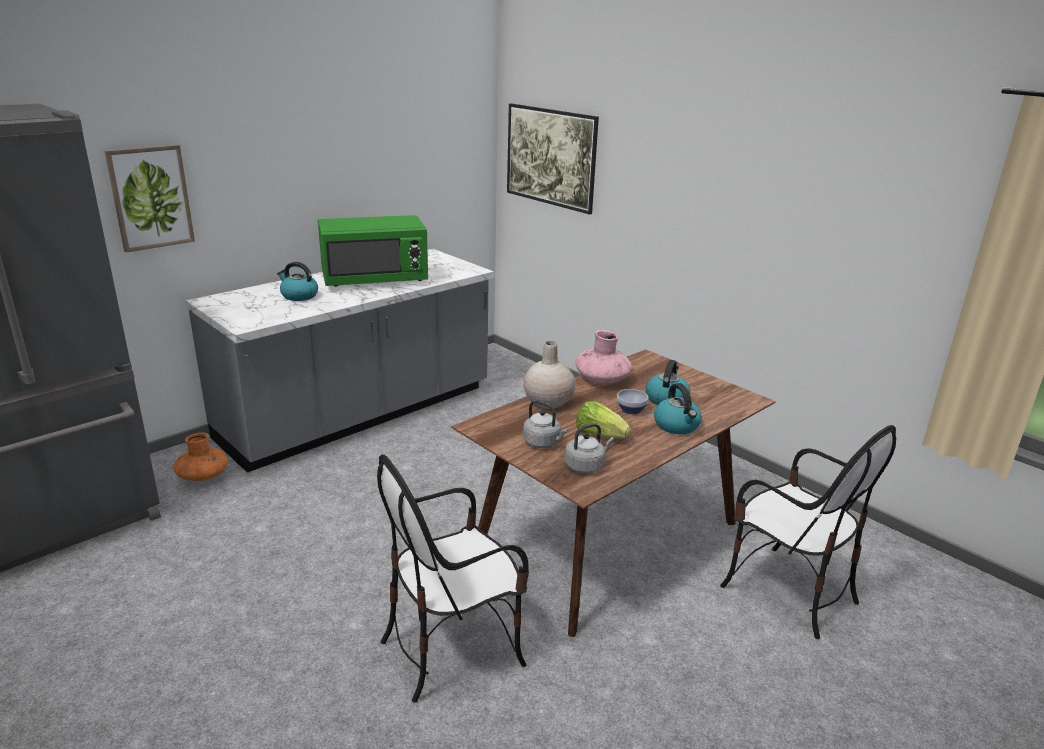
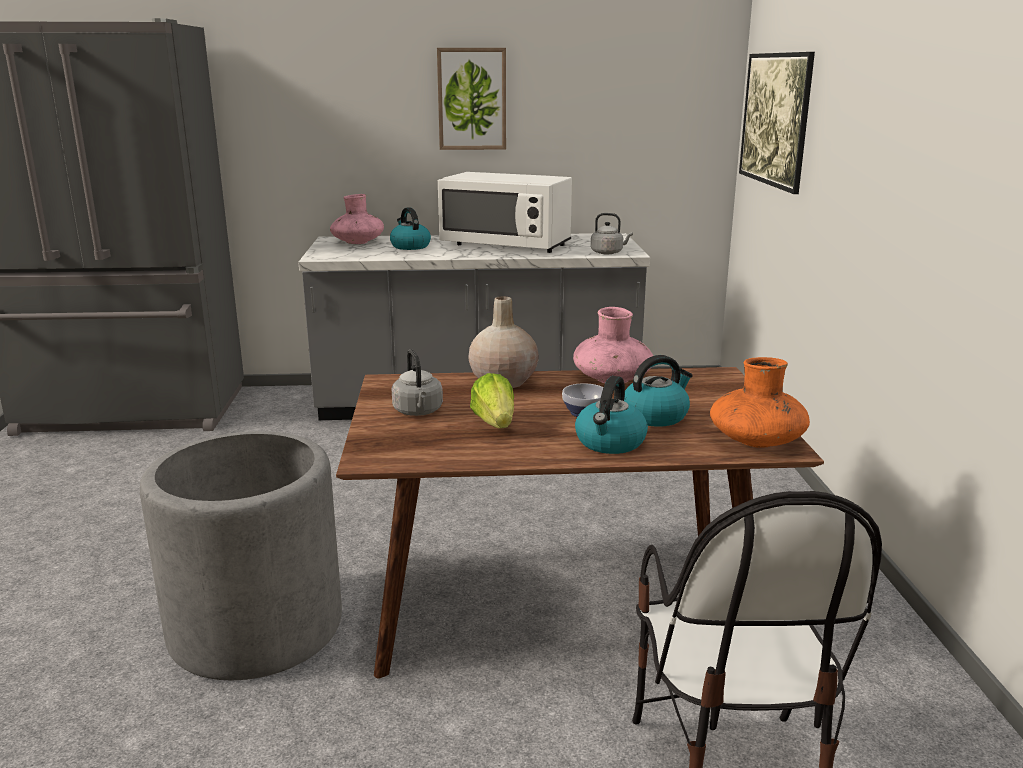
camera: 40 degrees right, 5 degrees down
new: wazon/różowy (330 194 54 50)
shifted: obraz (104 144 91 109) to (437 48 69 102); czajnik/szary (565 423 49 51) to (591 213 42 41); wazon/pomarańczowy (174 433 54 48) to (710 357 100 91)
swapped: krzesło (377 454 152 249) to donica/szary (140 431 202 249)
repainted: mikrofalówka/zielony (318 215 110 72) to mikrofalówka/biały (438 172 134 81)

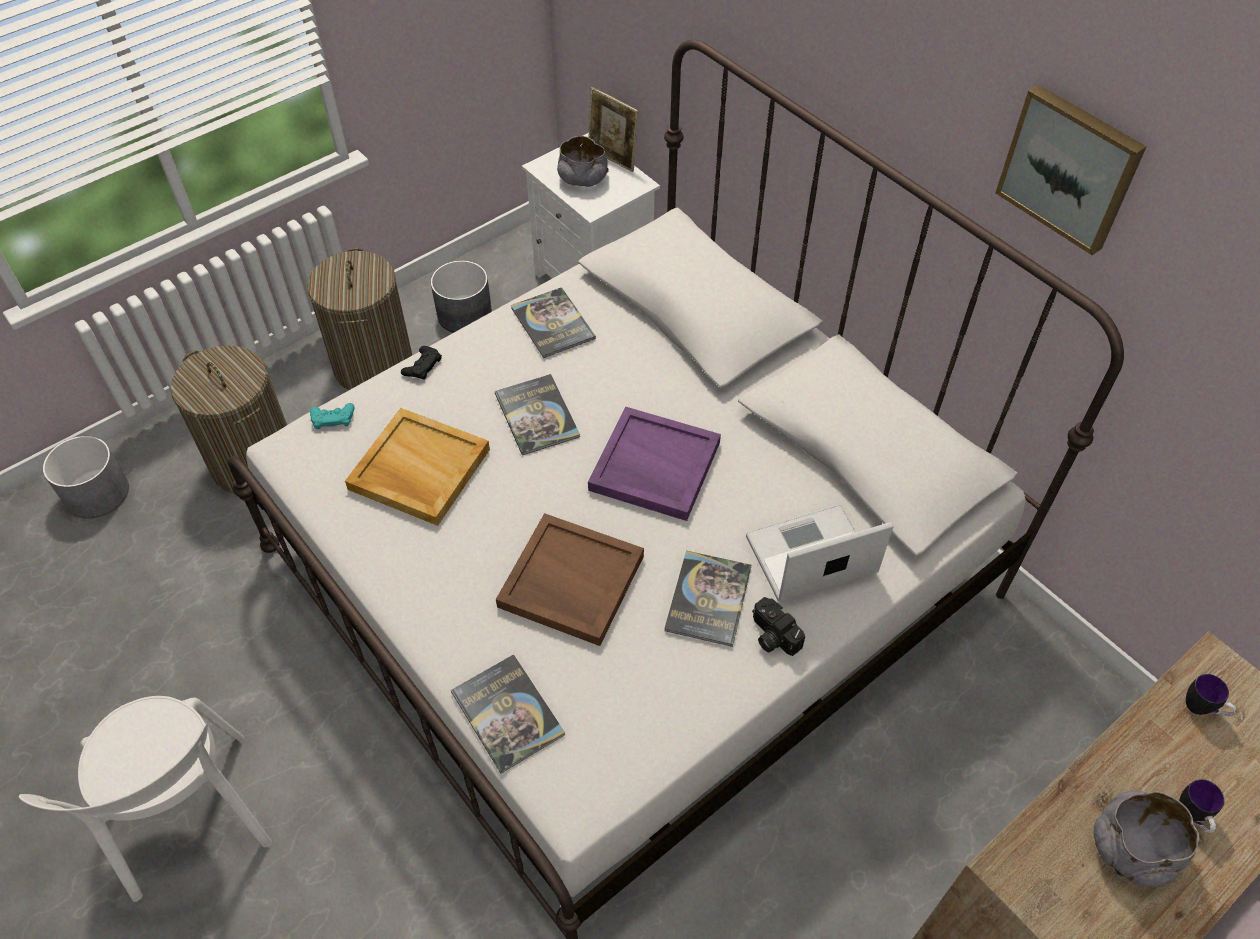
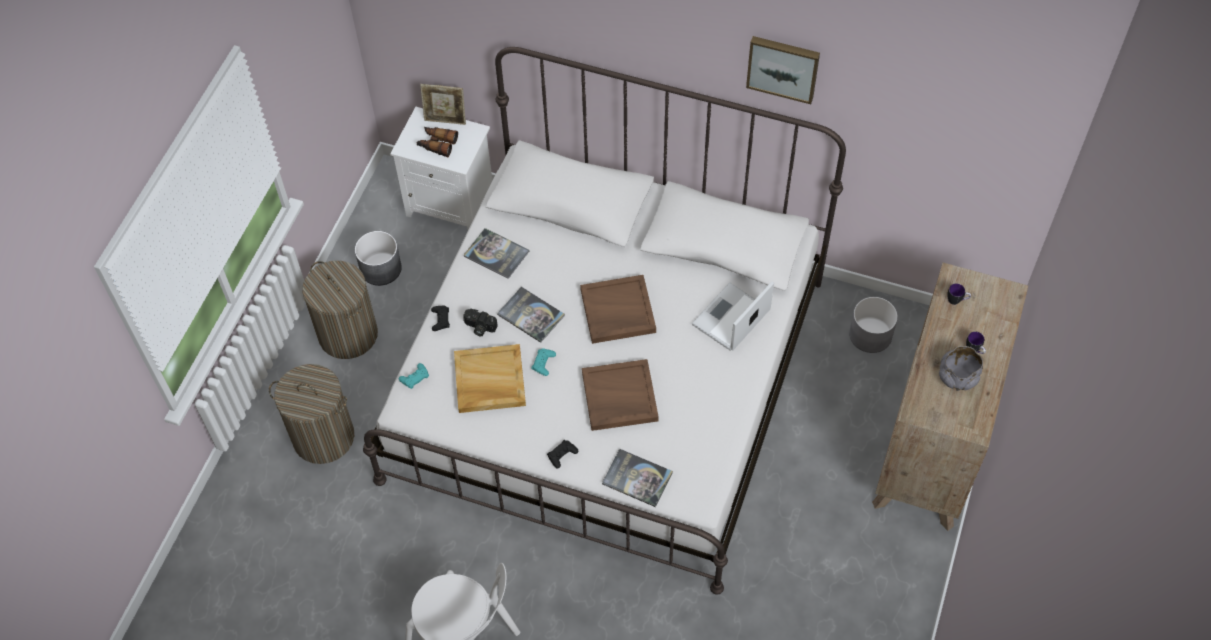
camera: 30 degrees left, 5 degrees up
gone: książka (664 551 88 96)
new: pad do gier/turkusowy (531 348 25 28); pad do gier/czarny (547 440 31 28)
shifted: donica/szary (43 436 86 82) to (849 297 49 56); aparat fotograficzny (752 597 53 59) to (463 309 35 27)
swapped: miska/szary (557 136 52 51) to lornetka (417 127 41 30)
repainted: taca/fioletowy (588 407 133 114) to taca/brązowy (580 275 76 69)

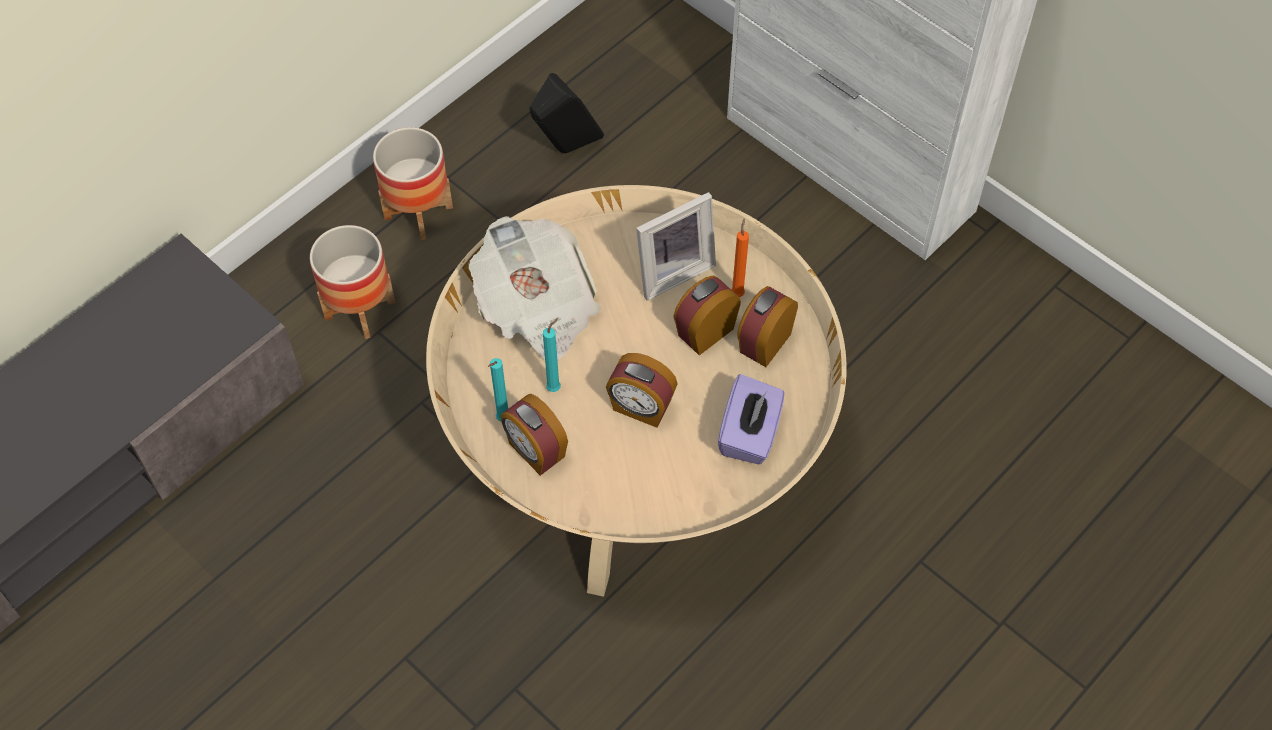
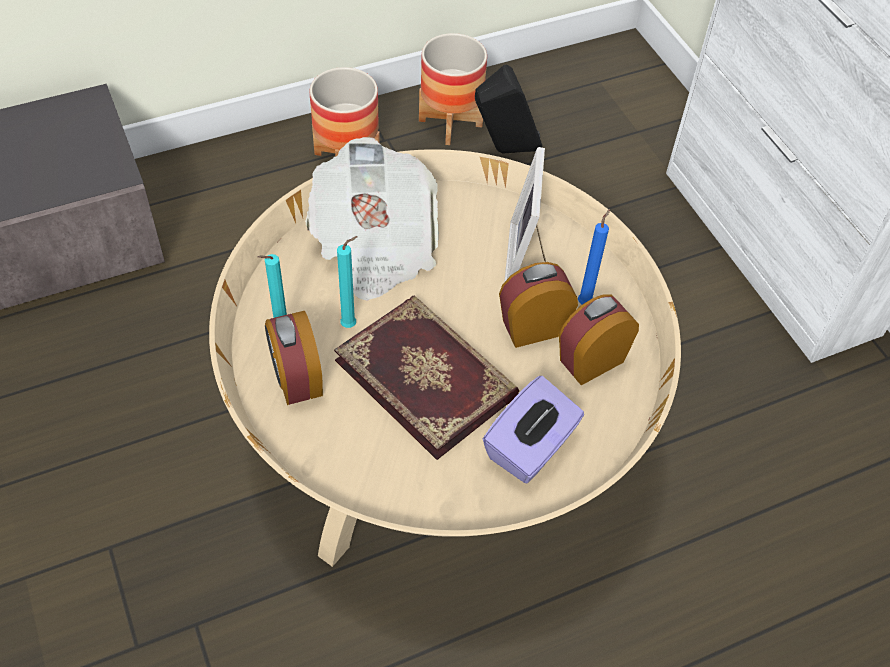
camera: 20 degrees right, 5 degrees down
shifted: donica (310 225 85 114) to (419 33 68 112)
swapped: budzik (606 353 71 75) to książka (334 295 185 165)
repainted: świeca/pomarańczowy (731 219 18 78) to świeca/niebieski (578 209 32 96)
rotated: ramka na zdjęcie (636 192 80 109) = (504 147 42 135) 105 degrees clockwise

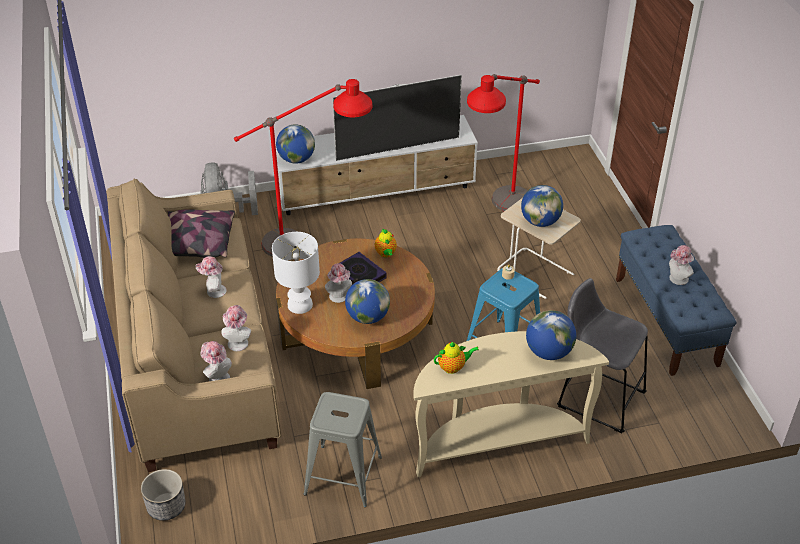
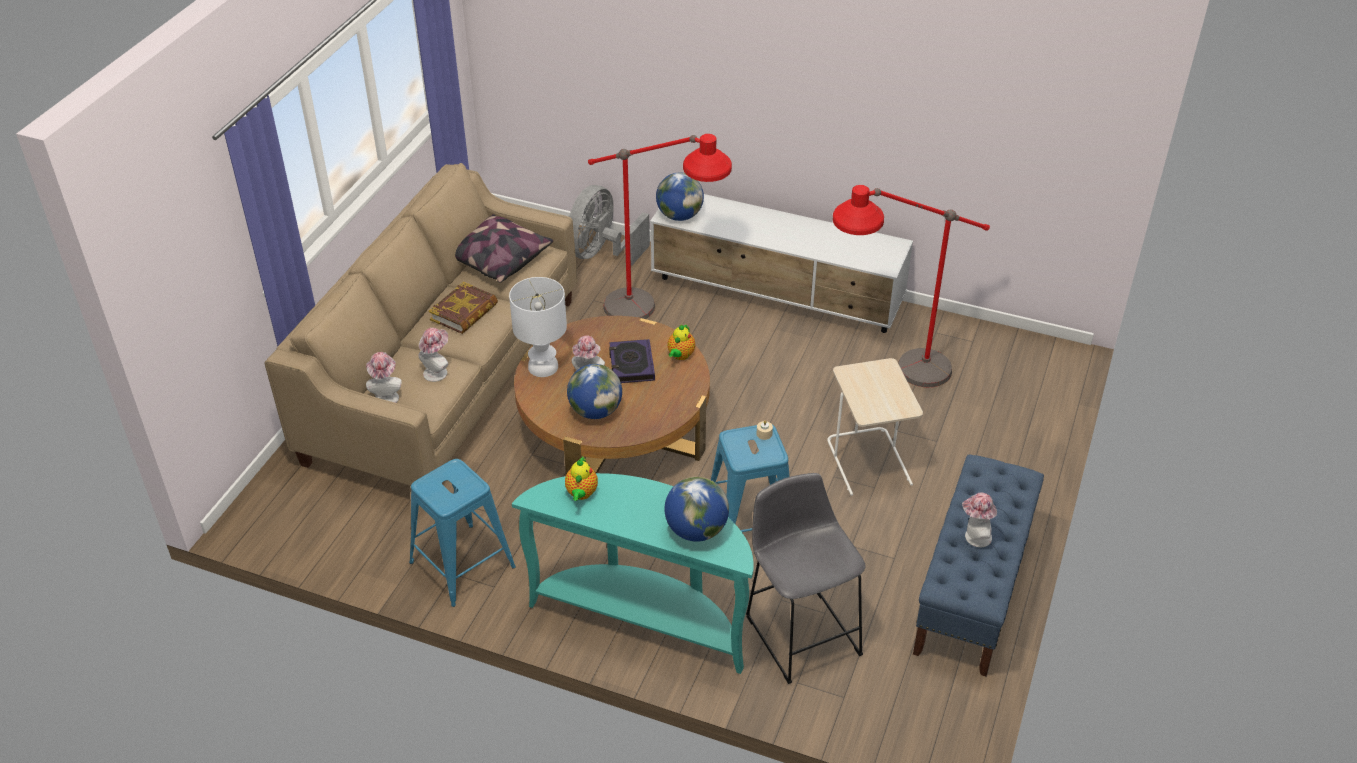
camera: 35 degrees right, 0 degrees up
gone: telewizor (333 75 129 86); globus (521 185 42 42); donica (141 469 45 52)
swapped: kapelusz (196 256 31 42) to książka (429 282 69 52)
repainted: stolik konsolowy/beżowy (413 331 196 146) to stolik konsolowy/turkusowy (512 473 242 201); stołek/szary (304 392 78 115) to stołek/niebieski (409 459 107 148)
rotated: imbryk (434 342 45 32) = (565 457 33 44) 75 degrees clockwise

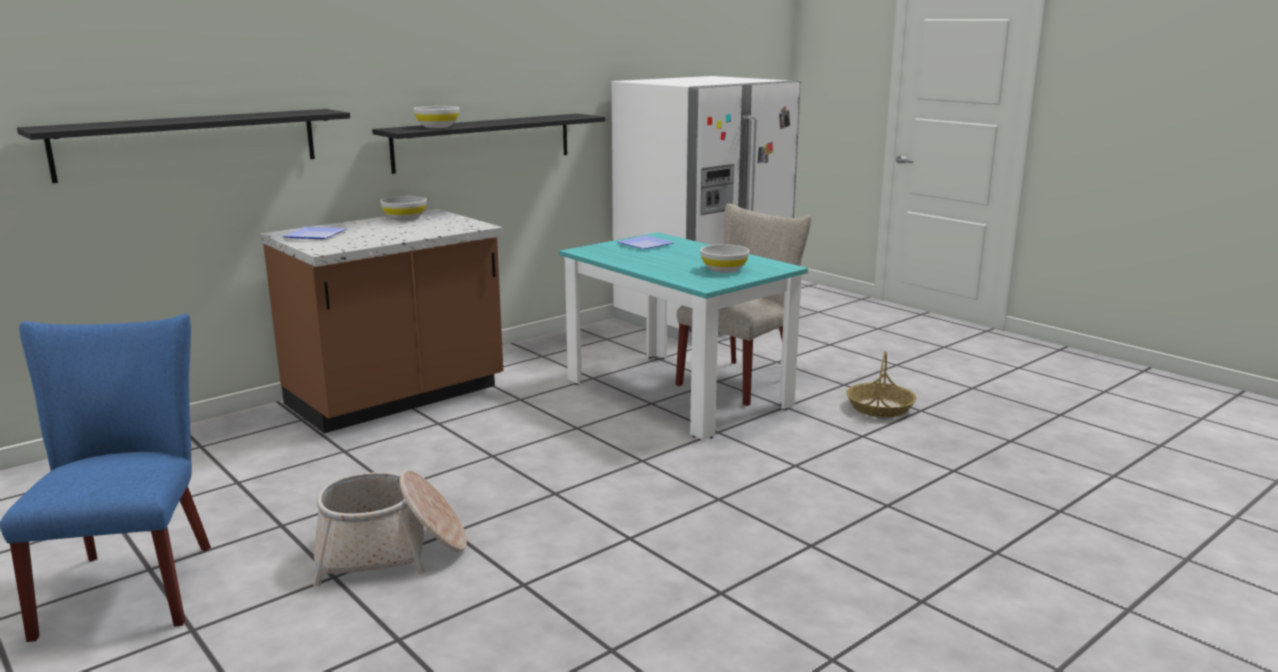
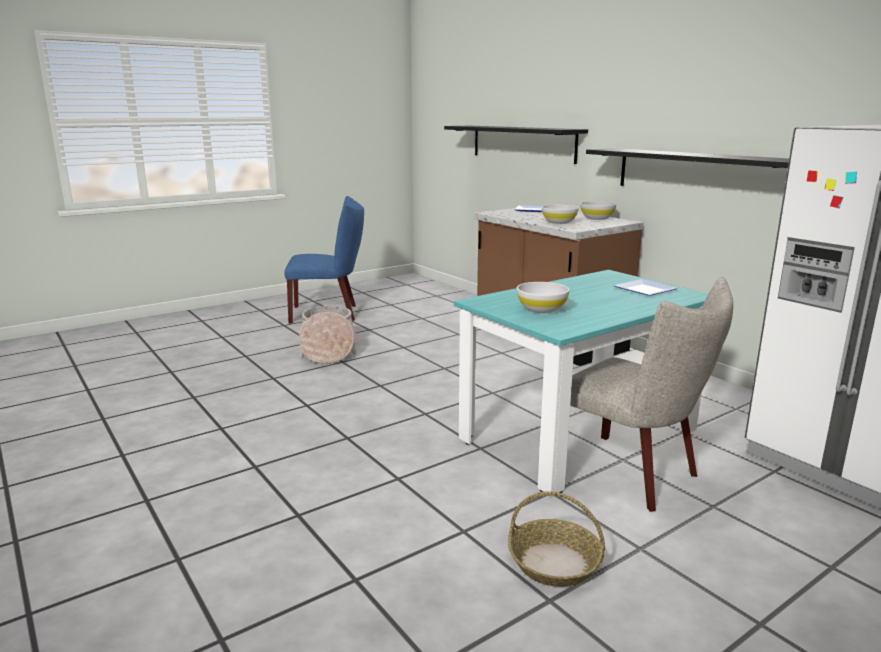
camera: 95 degrees right, 0 degrees up
shifted: miska/biały (413 106 46 22) to (542 205 37 19)

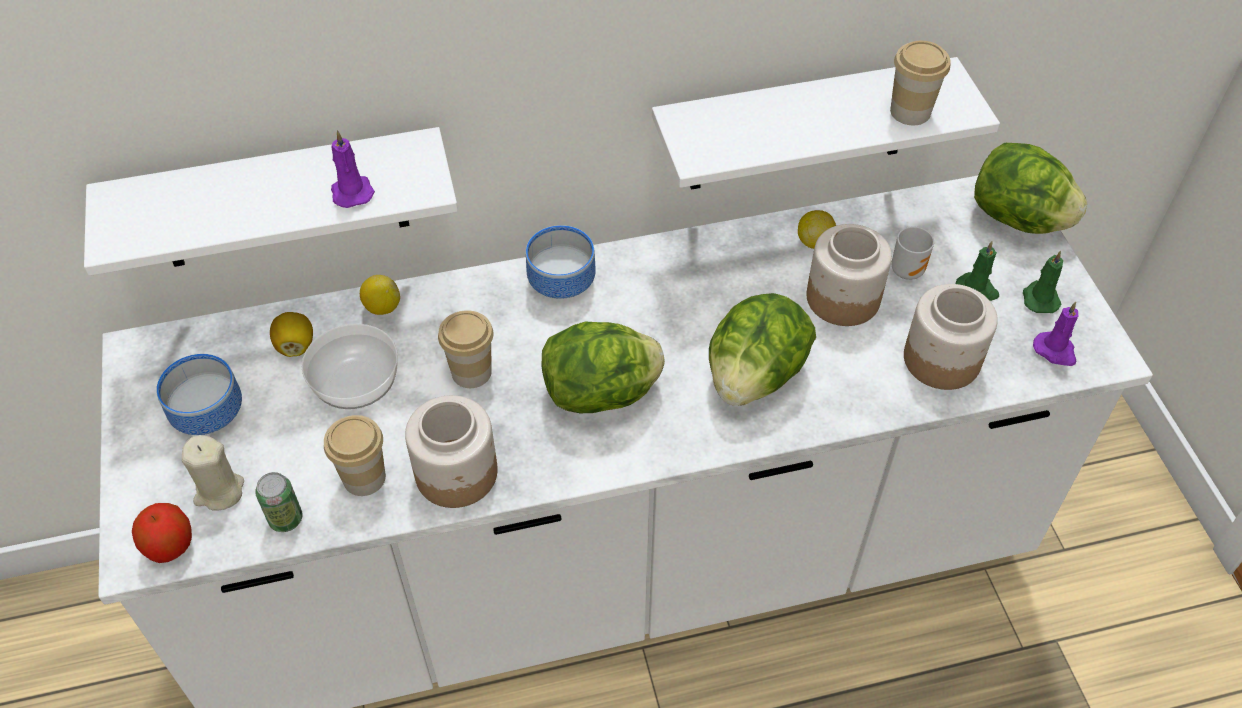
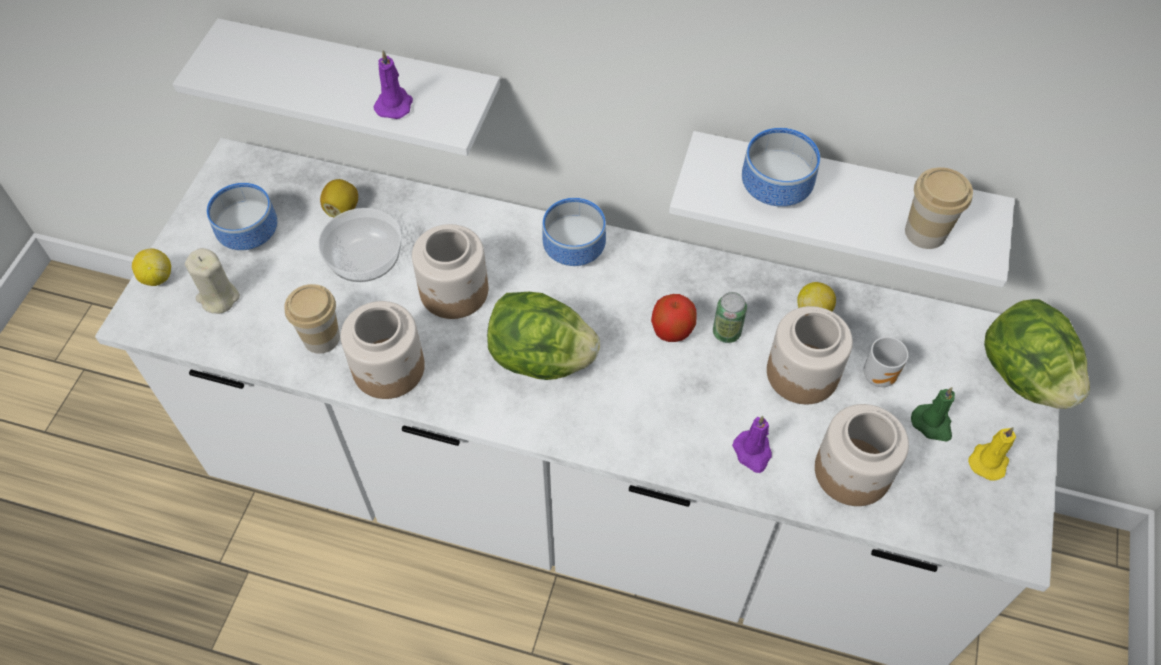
camera: 30 degrees right, 5 degrees up
gone: sałata (709 293 107 113)
new: miska (742 128 78 79)
shifted: cytryna (360 275 40 40) to (132 248 39 38); świeca/fioletowy (1033 302 46 64) to (732 416 40 57); puszka (255 472 48 60) to (713 292 34 51); jabłko (132 503 60 60) to (651 294 45 48)
swapped: filiżanka (438 310 56 78) to słoik (412 224 76 95)
repainted: świeca/zielony (1023 251 40 62) to świeca/żółty (968 427 48 54)

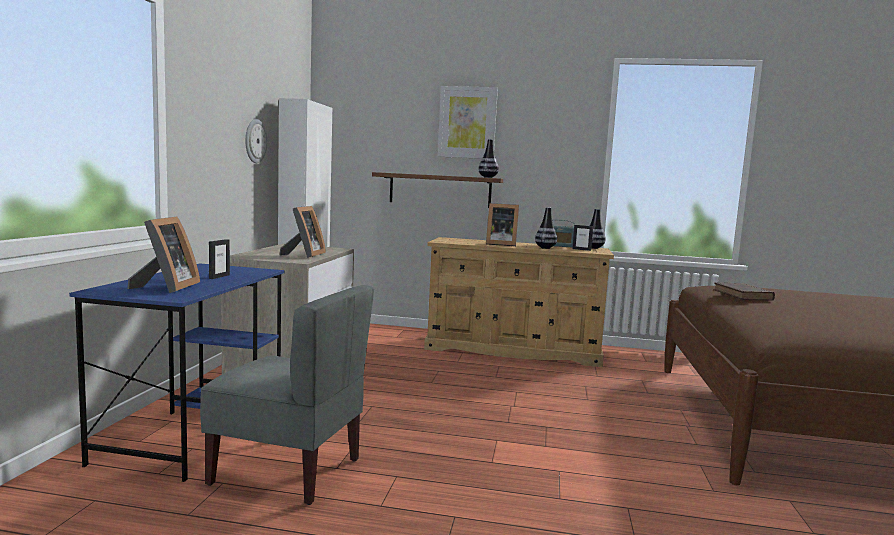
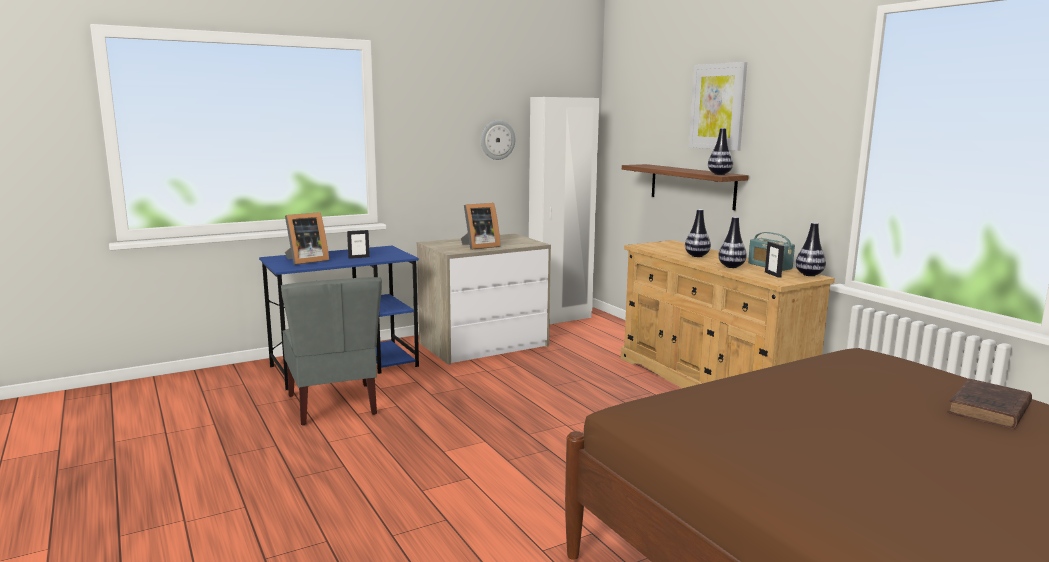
camera: 50 degrees right, 5 degrees up
shifted: książka/brązowy (713 282 62 19) to (948 379 84 50)
swapped: ramka na zdjęcie (486 203 33 43) to wazon (685 209 26 48)

